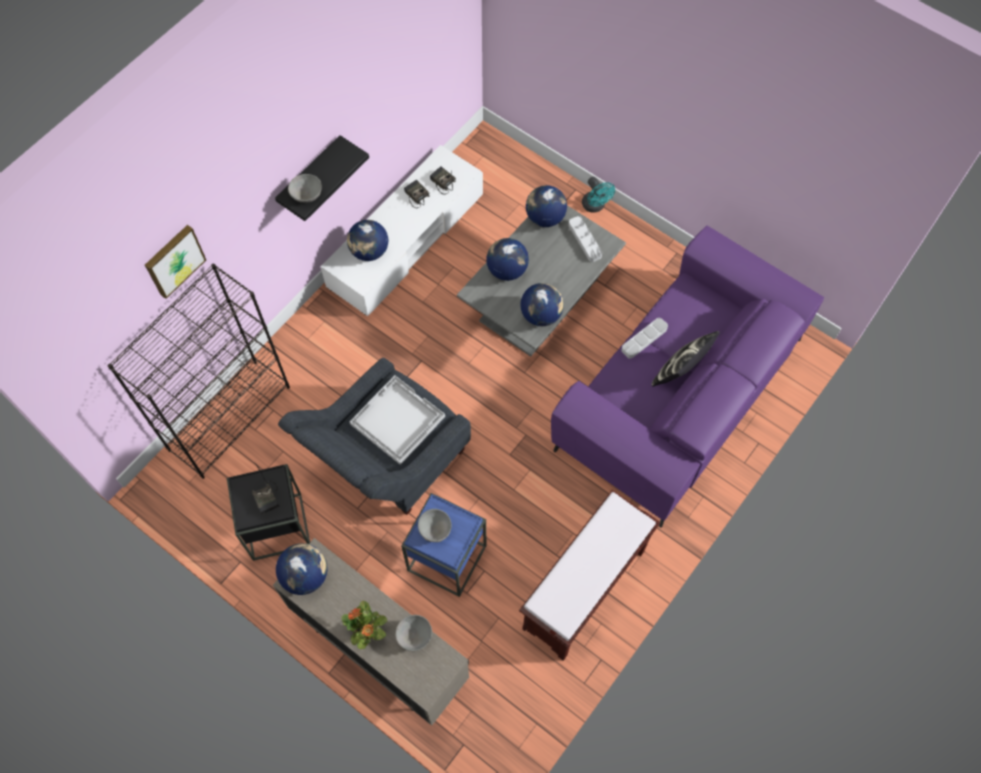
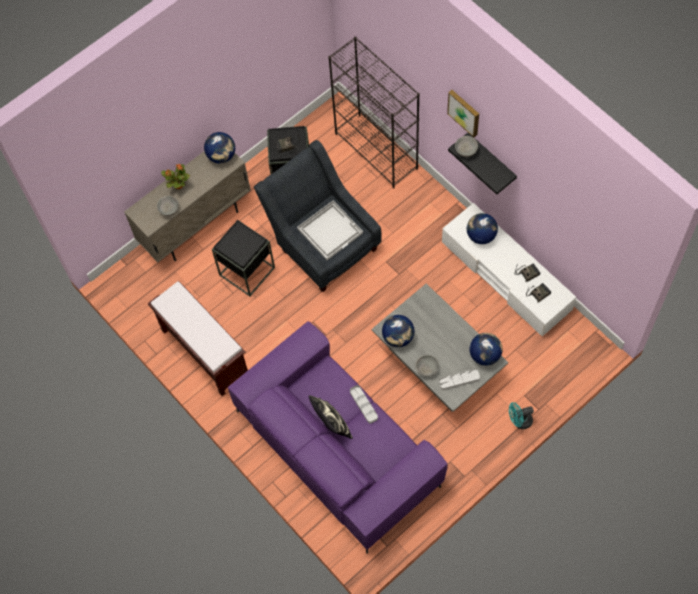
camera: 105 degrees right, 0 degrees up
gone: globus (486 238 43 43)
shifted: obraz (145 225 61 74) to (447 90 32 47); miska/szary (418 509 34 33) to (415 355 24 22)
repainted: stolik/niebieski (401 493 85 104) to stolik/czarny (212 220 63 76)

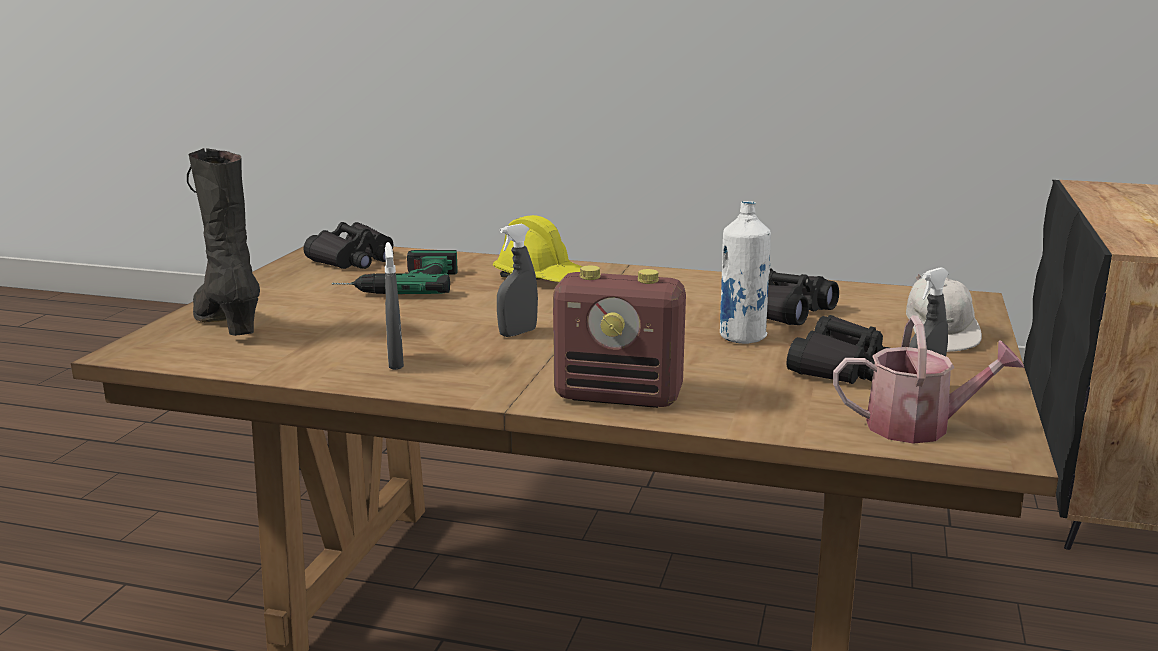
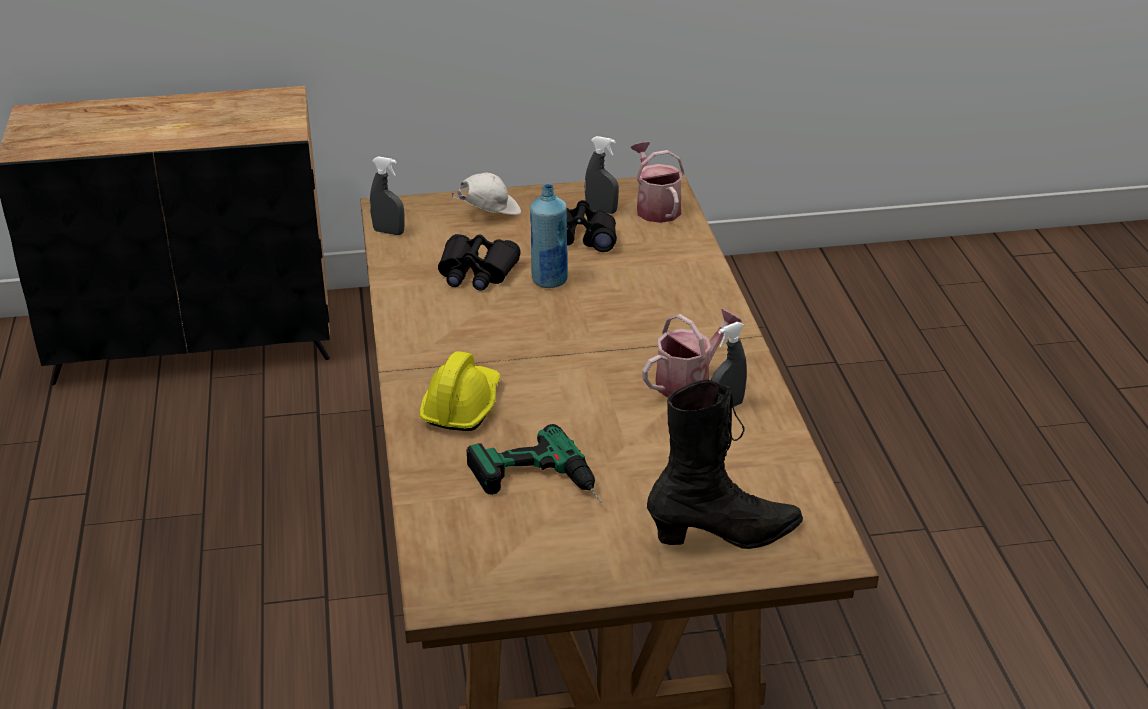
camera: 115 degrees left, 15 degrees up
gone: lornetka/czarny (303 222 91 47); radio (553 265 133 143)
new: konewka (642 308 99 90)
shifted: spryskiwacz/szary (497 224 41 113) to (370 156 35 79)
repainted: butelka/biały (720 201 51 143) to butelka/niebieski (530 184 38 104)
rotated: but z cholewką/czarny (187 148 73 188) = (647 380 156 169) 135 degrees counterclockwise

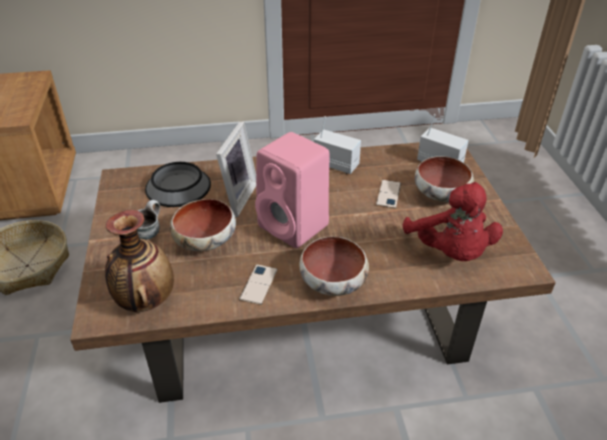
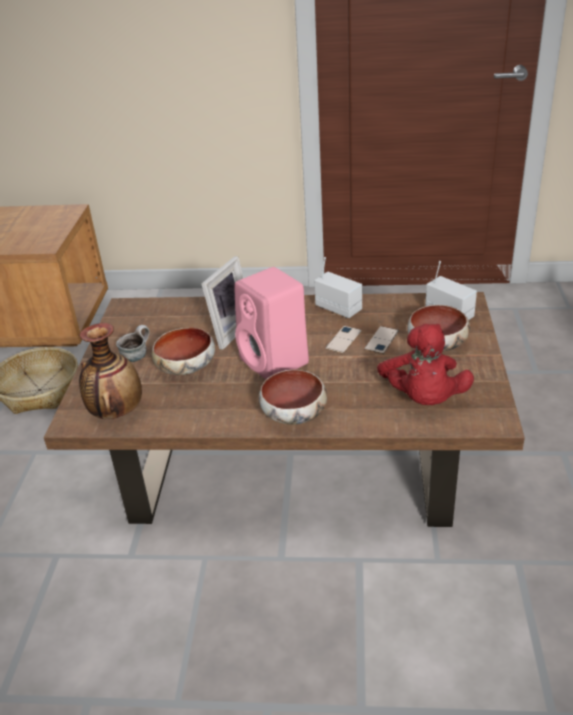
camera: 15 degrees right, 5 degrees down
gone: miska (145 162 66 45)
shifted: telefon (239 264 39 41) to (325 326 37 28)

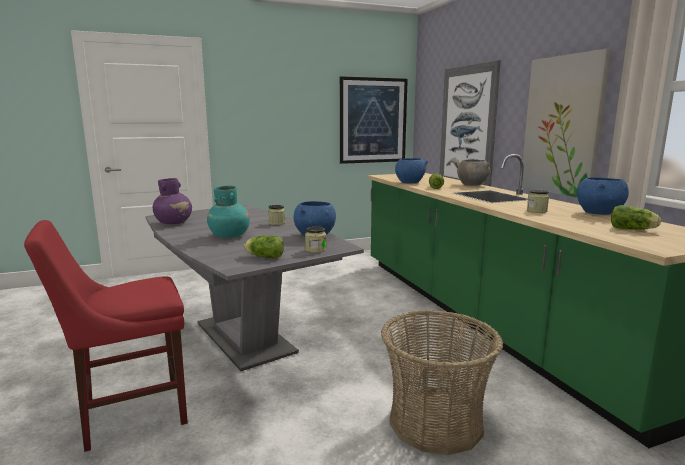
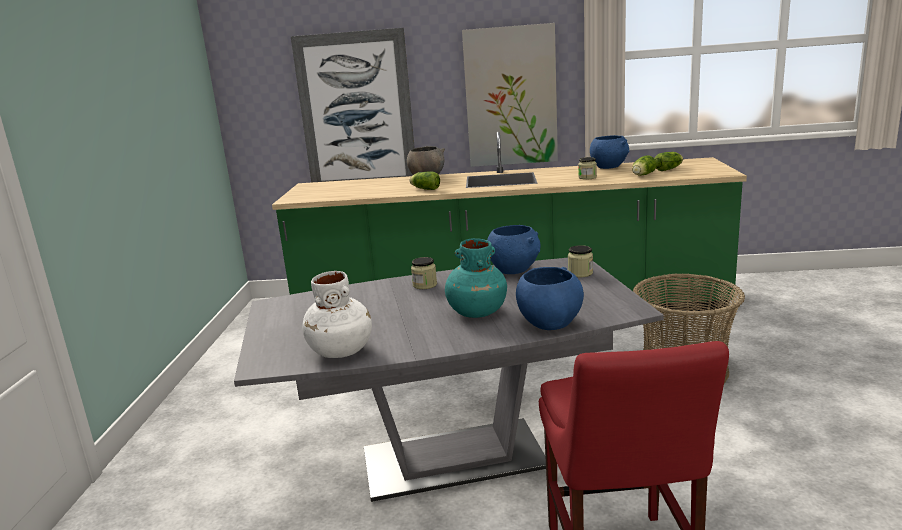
camera: 65 degrees left, 5 degrees up
gone: obraz (340 76 68 88)
shifted: miska/niebieski (395 158 33 26) to (516 267 68 63); sałata (244 236 40 23) to (632 155 25 21)
repainted: wazon/fioletowy (153 178 39 46) to wazon/biały (302 271 70 87)

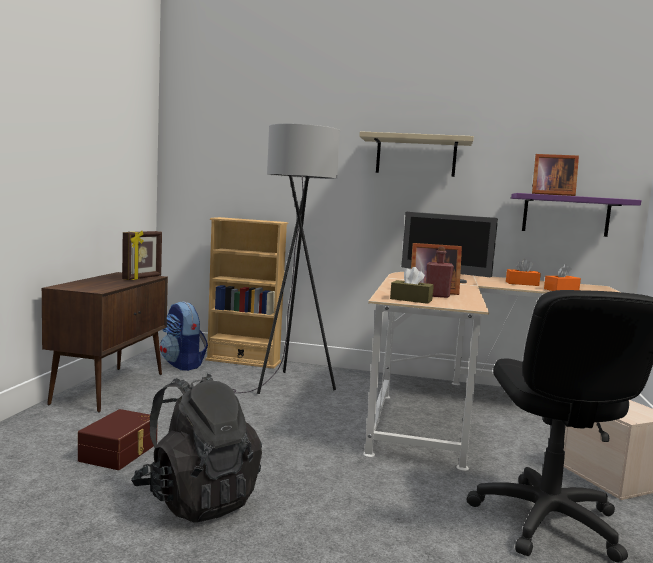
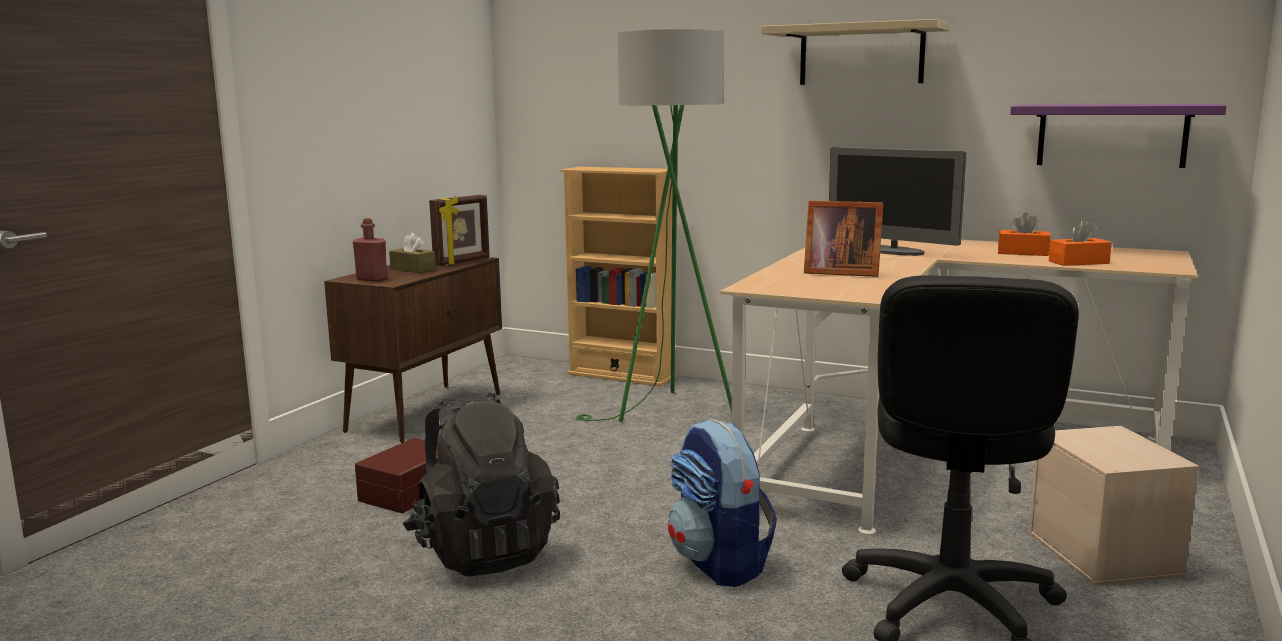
camera: 15 degrees right, 5 degrees up
gone: ramka na zdjęcie (532 154 47 42)
shifted: butelka/czerwony (427 246 27 52) to (353 218 34 64); pudełko chusteczek/brązowy (390 267 44 37) to (389 233 47 40); plecak (160 301 48 70) to (668 419 109 168)
repainted: lampa stojąca/szary (233 124 107 270) to lampa stojąca/zielony (576 29 156 393)

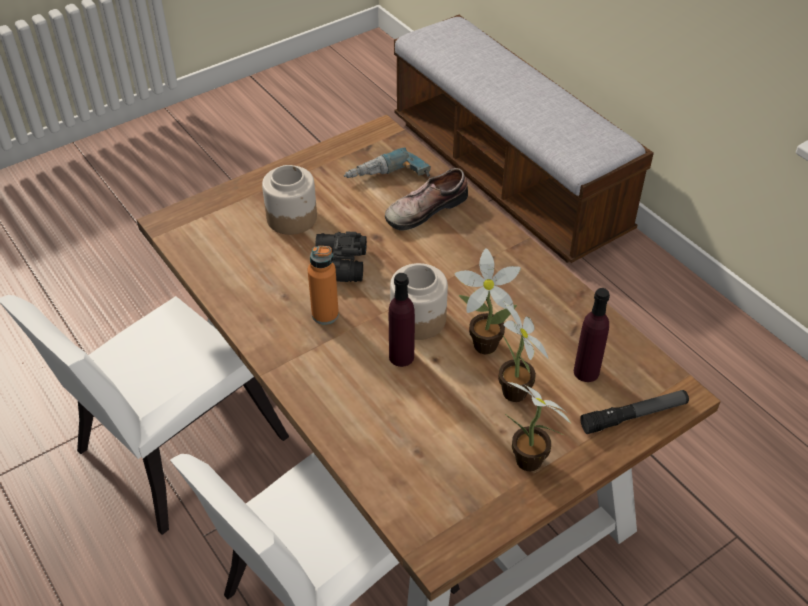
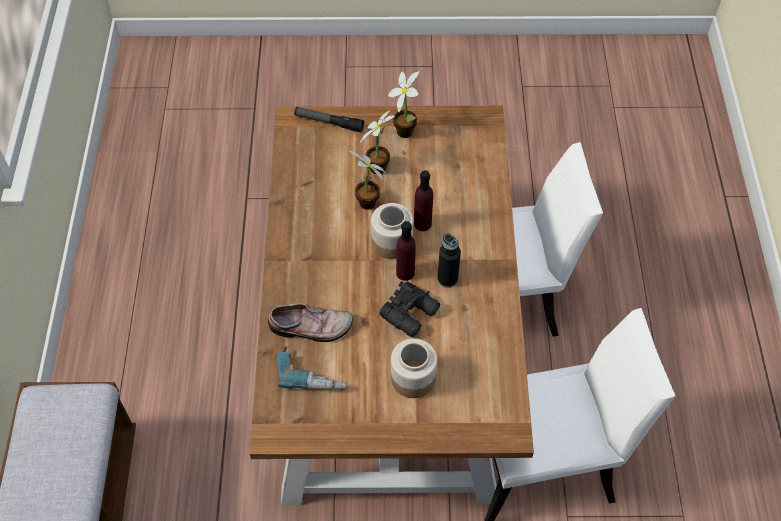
camera: 145 degrees left, 10 degrees up
shifted: butelka/fioletowy (574 288 36 94) to (396 221 20 60)
repainted: butelka/pomarańczowy (308 246 31 79) to butelka/czarny (437 234 24 54)

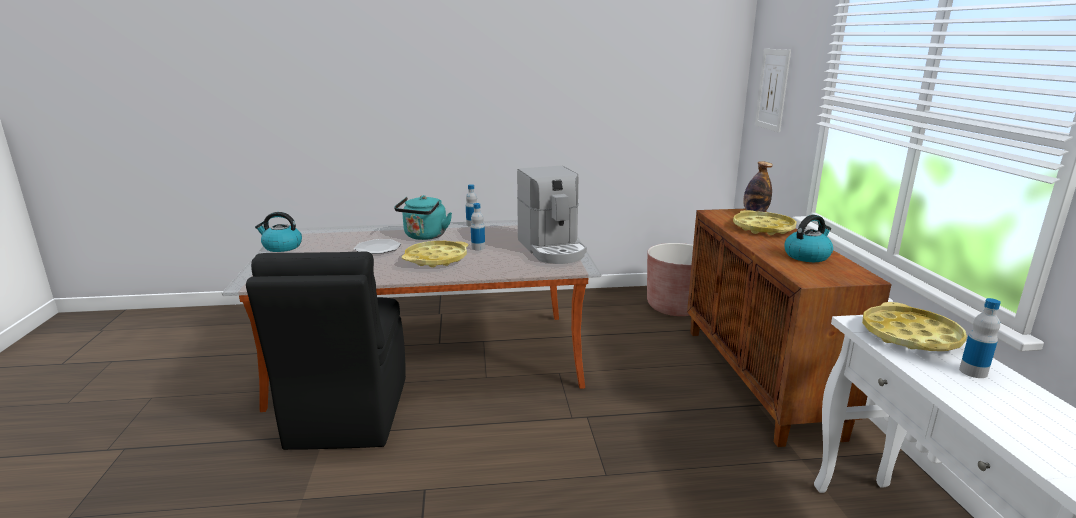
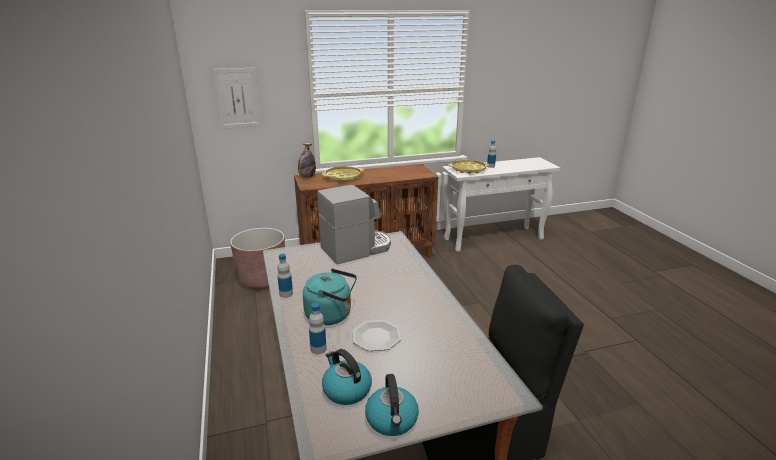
camera: 100 degrees left, 5 degrees up
gone: taca/żółty (402 241 66 27)
shifted: butelka (471 203 14 47) to (309 303 18 51); czajnik (784 215 49 47) to (322 349 50 56)

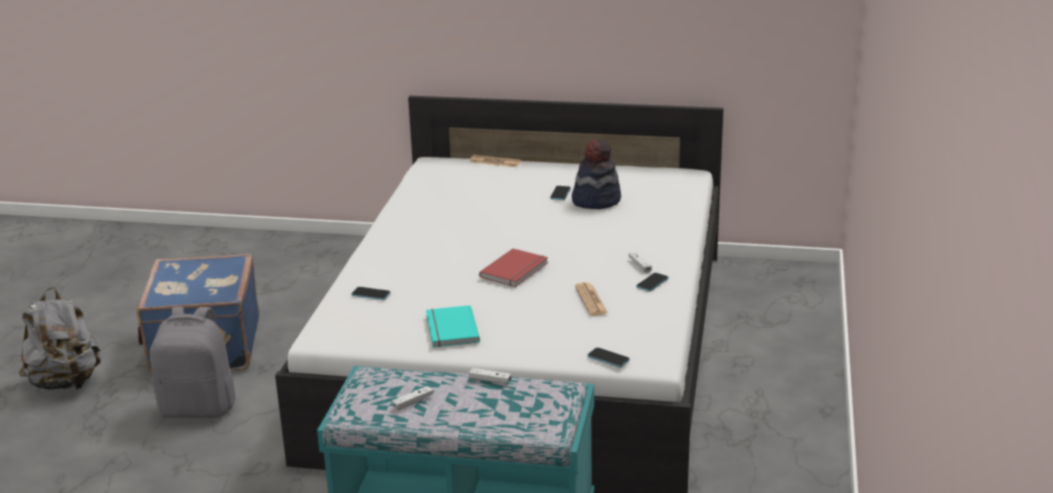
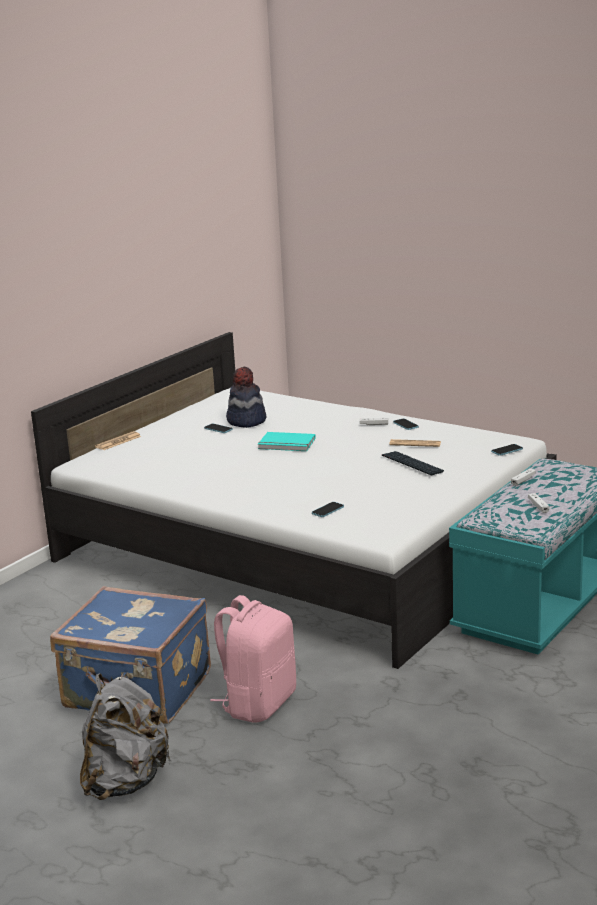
camera: 65 degrees left, 5 degrees down
gone: książka/czerwony (479 248 69 39)
new: klawiatura (382 451 62 24)
shifted: książka/turkusowy (426 305 54 43) to (258 432 57 19)
repainted: plecak/szary (150 307 86 111) to plecak/różowy (210 595 86 128)

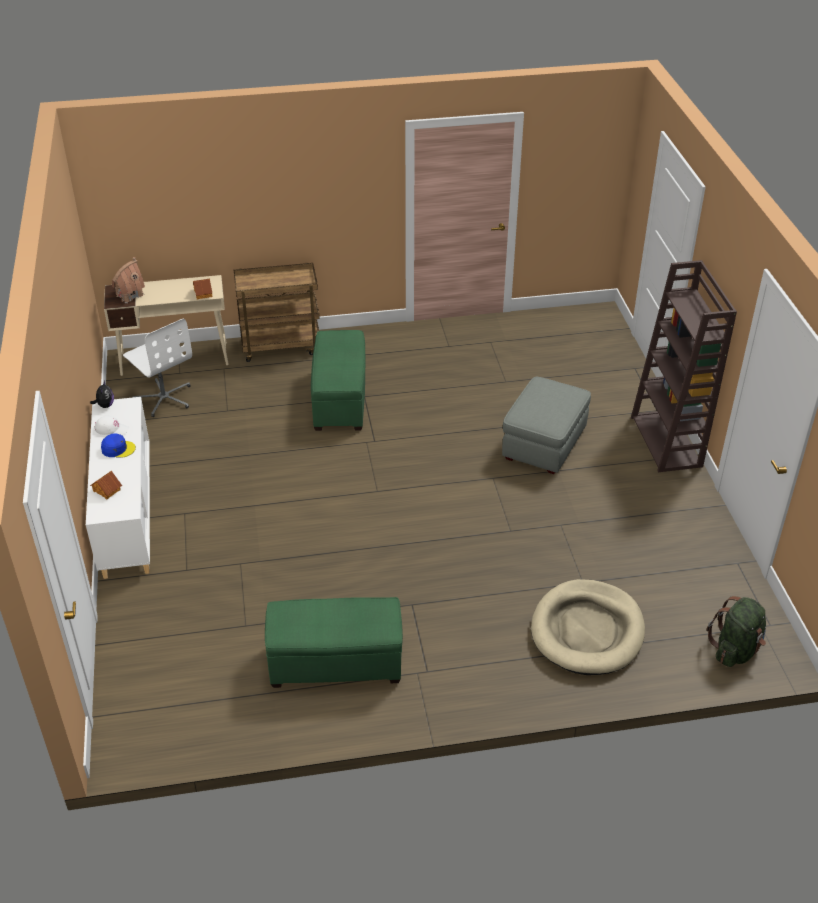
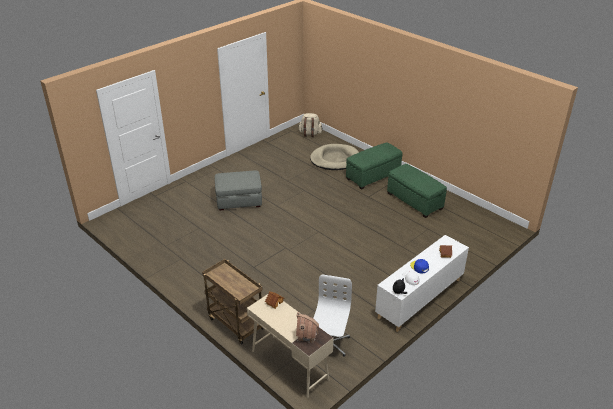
camera: 125 degrees left, 5 degrees down
gone: regał/brązowy (631 260 106 212)
shifted: pufa/zielony (311 330 54 101) to (346 142 56 48)
repainted: plecak/zielony (706 596 60 71) to plecak/beżowy (298 113 24 24)

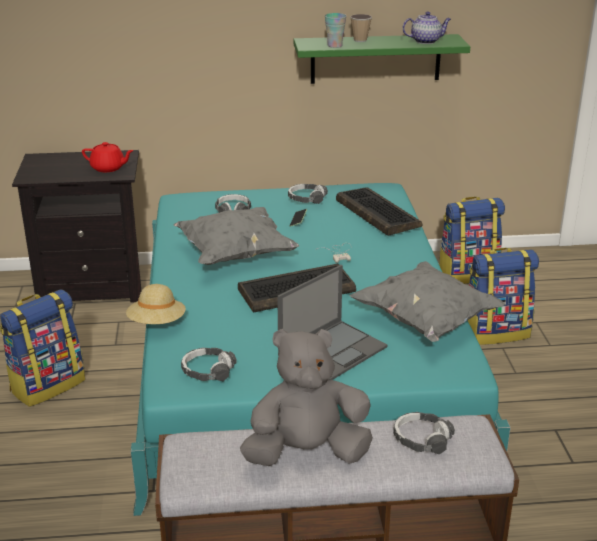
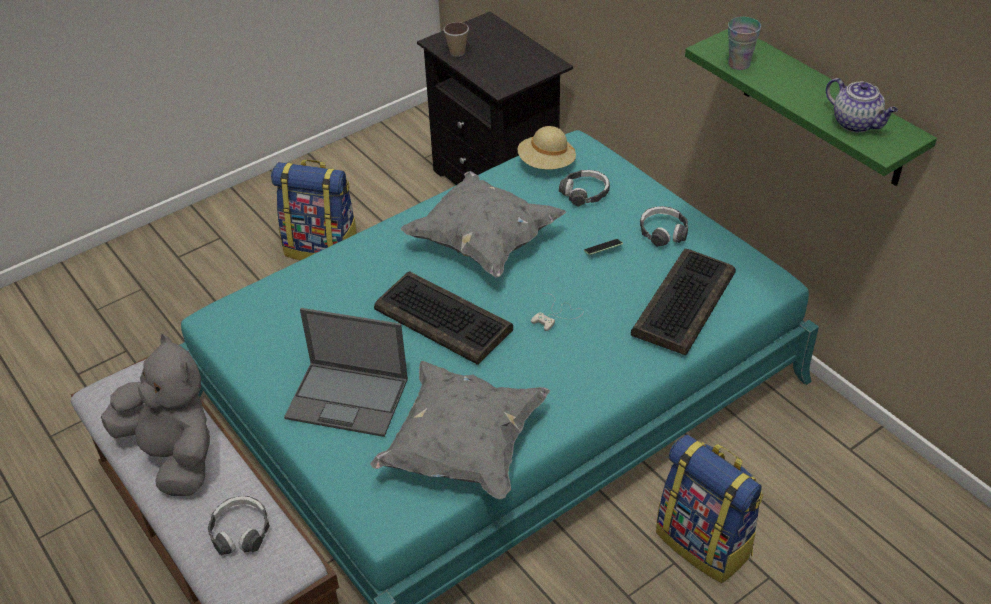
camera: 60 degrees right, 15 degrees up
gone: imbryk/czerwony (82 142 52 30); plecak (439 196 66 88); słuchawki (181 348 56 33)
shifted: filiżanka (350 14 22 28) to (443 22 26 35); kapelusz/beżowy (126 284 60 40) to (517 126 59 43)

